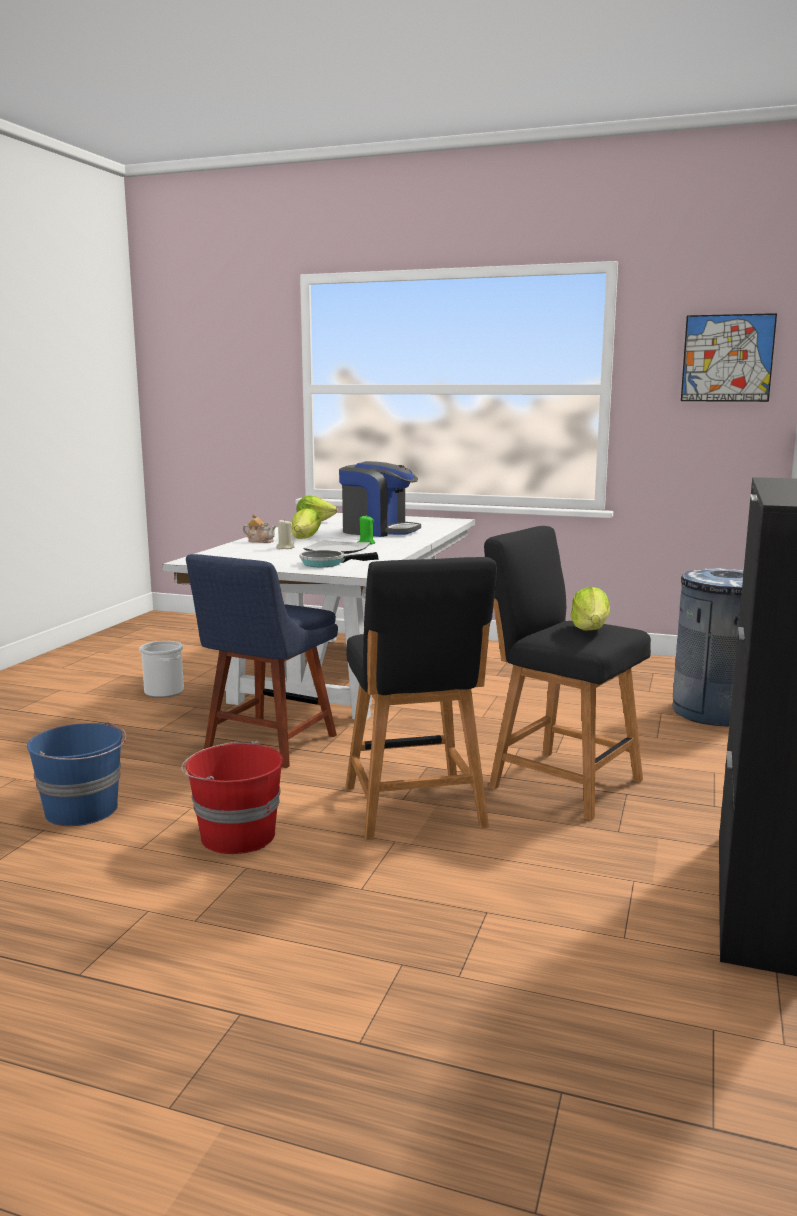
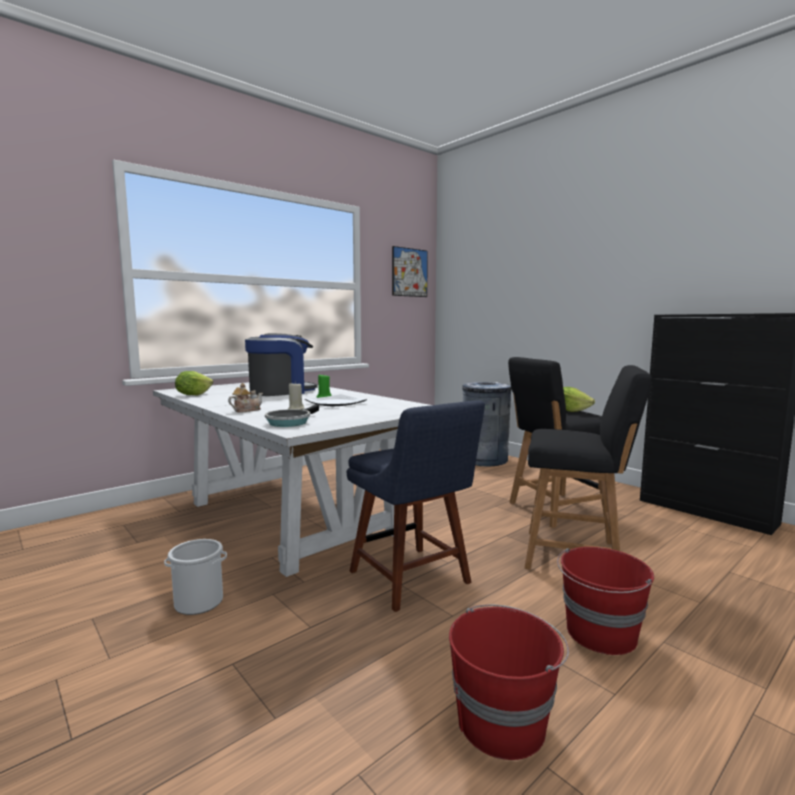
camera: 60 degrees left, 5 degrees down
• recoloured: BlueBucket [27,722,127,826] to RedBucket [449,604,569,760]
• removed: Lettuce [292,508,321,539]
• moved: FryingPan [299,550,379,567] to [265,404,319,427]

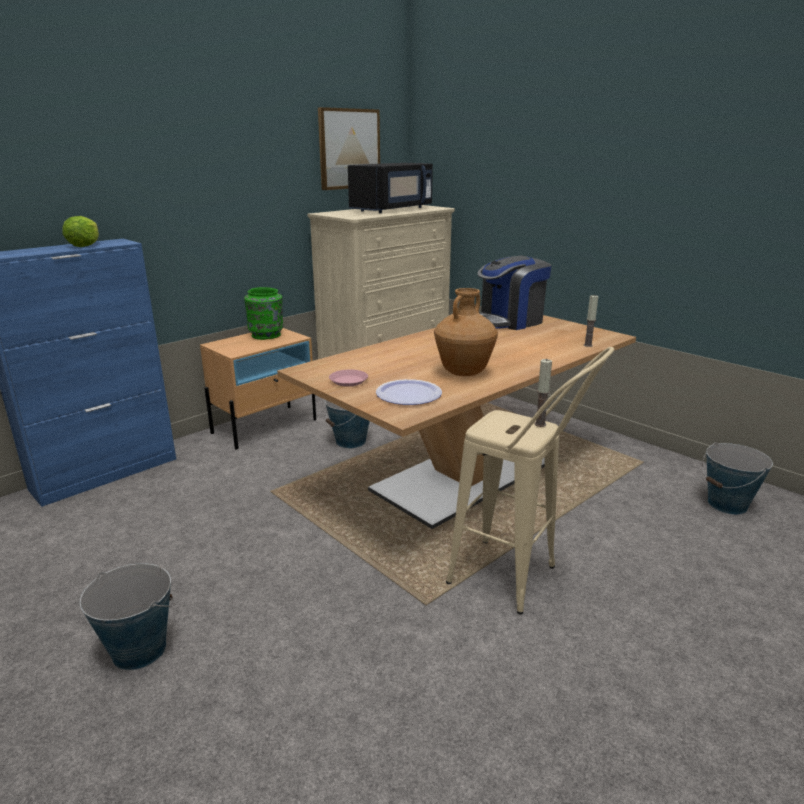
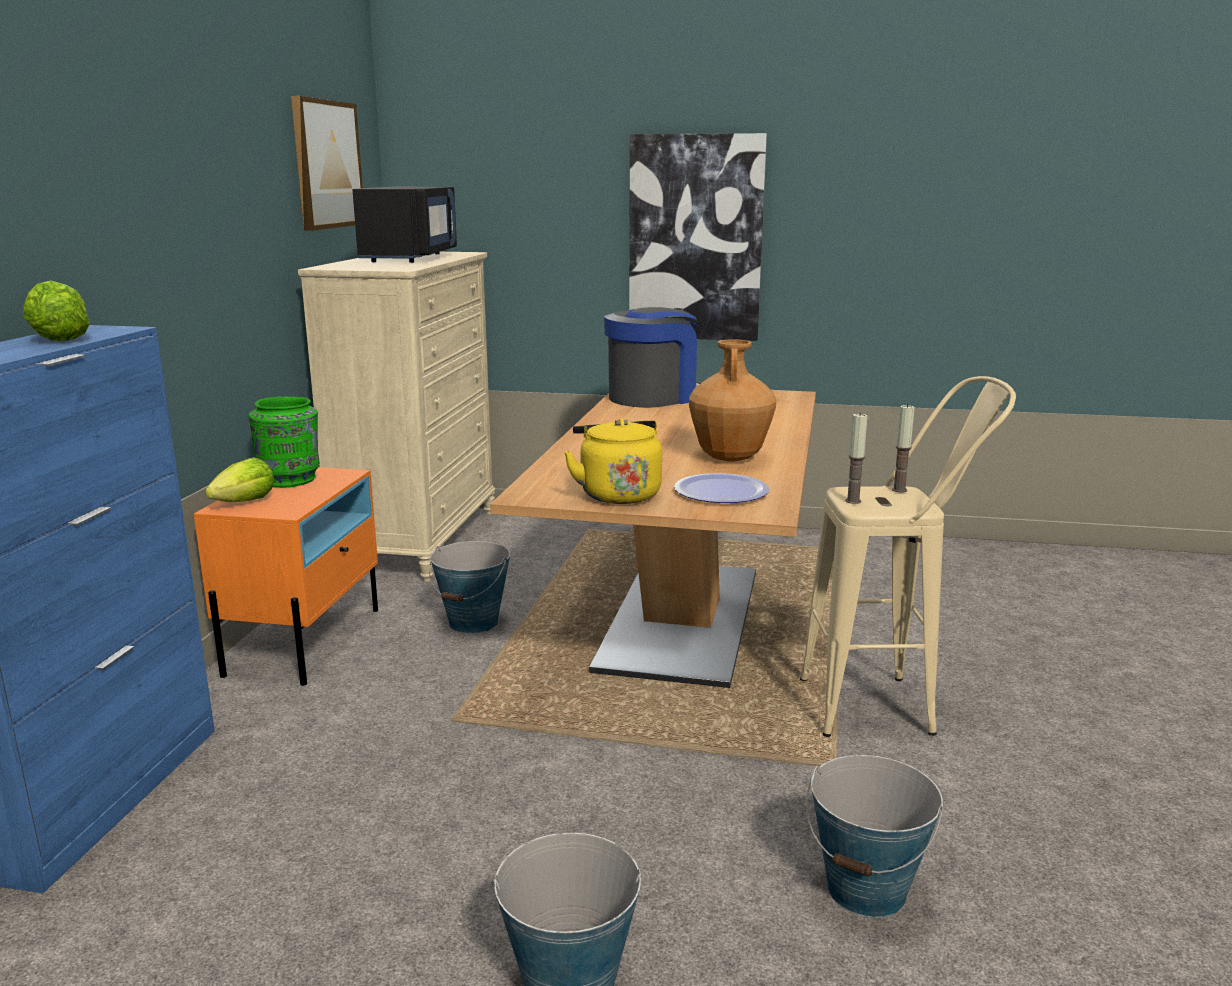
camera: 35 degrees left, 5 degrees down
• recoloured: BeigeNightstand [200,328,316,449] to OrangeNightstand [194,467,378,686]
• replaced: PinkPlate [329,370,368,386] to YellowKettle [564,418,662,504]
• turned: CoffeeMachine [477,256,552,330] = [604,307,704,408] 150 degrees counterclockwise
• moved: Candle [584,294,598,347] to [845,412,868,504]
• moved: Bucket [702,442,773,515] to [806,755,943,918]
• added: Lettuce [205,457,274,502]
• added: Picture [629,133,767,341]

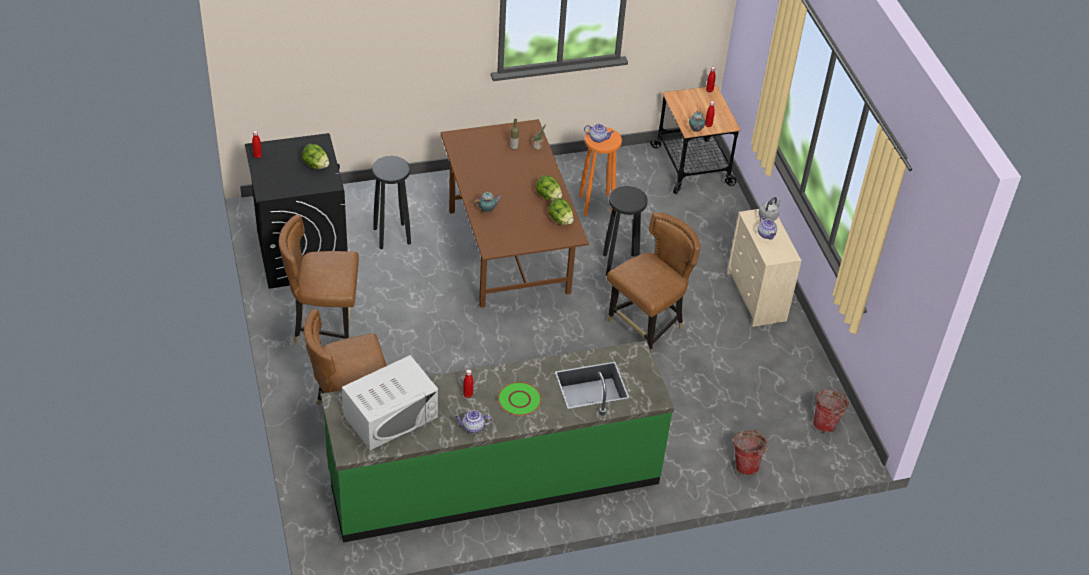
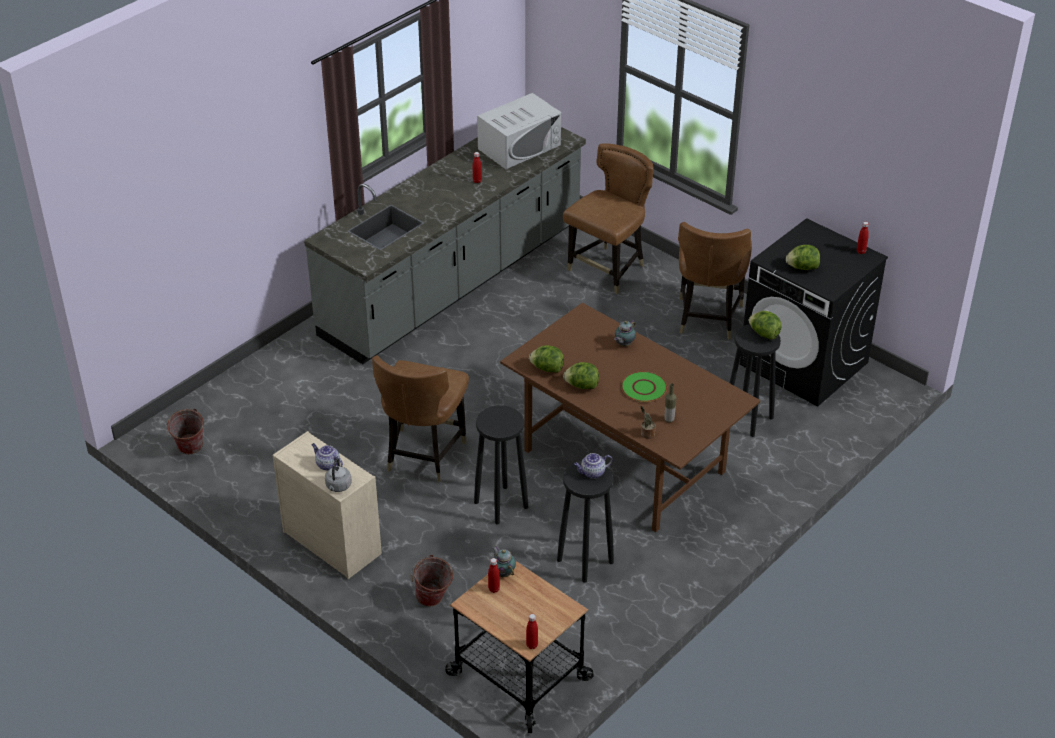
camera: 150 degrees right, 5 degrees down
• turned: BrownChair [279,215,359,344] = [678,222,752,340] 135 degrees clockwise
• recoloured: GreenCounter [321,340,674,543] to GreyCounter [304,127,586,364]
• turned: WhiteMicrowave [342,355,438,450] = [477,93,561,169] 150 degrees counterclockwise
• removed: Teapot [455,410,492,433]
• moved: GreenPlate [498,382,542,416] to [621,371,667,402]
• recoloured: OrangeStool [579,127,622,216] to BlackStool [557,461,614,583]
• moved: Bucket [733,430,769,475] to [411,555,453,607]
• added: Lettuce [748,311,781,340]

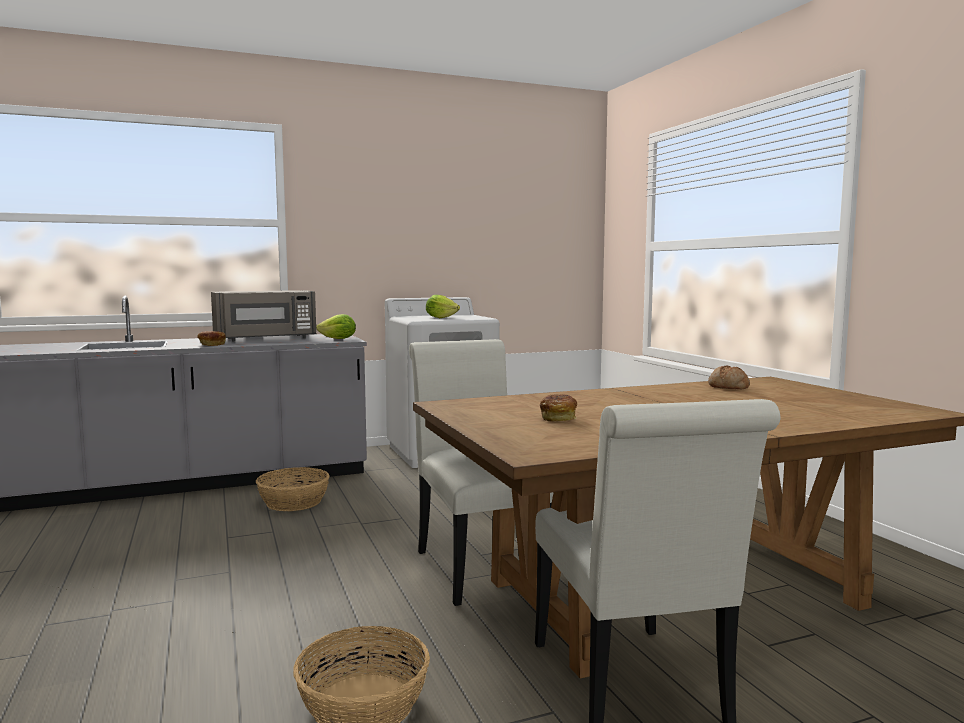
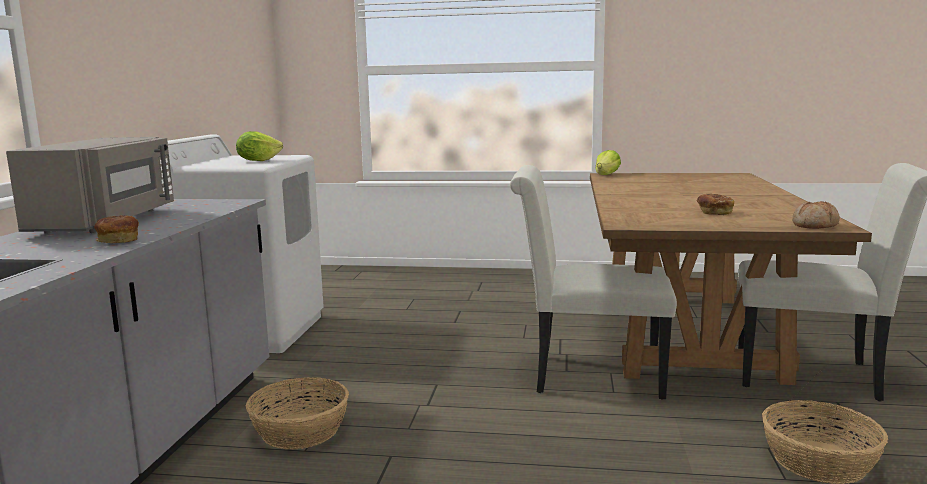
camera: 60 degrees left, 5 degrees up
• moved: Lettuce [316,314,356,339] to [596,150,621,175]
• moved: Bread [708,365,750,389] to [792,201,840,229]

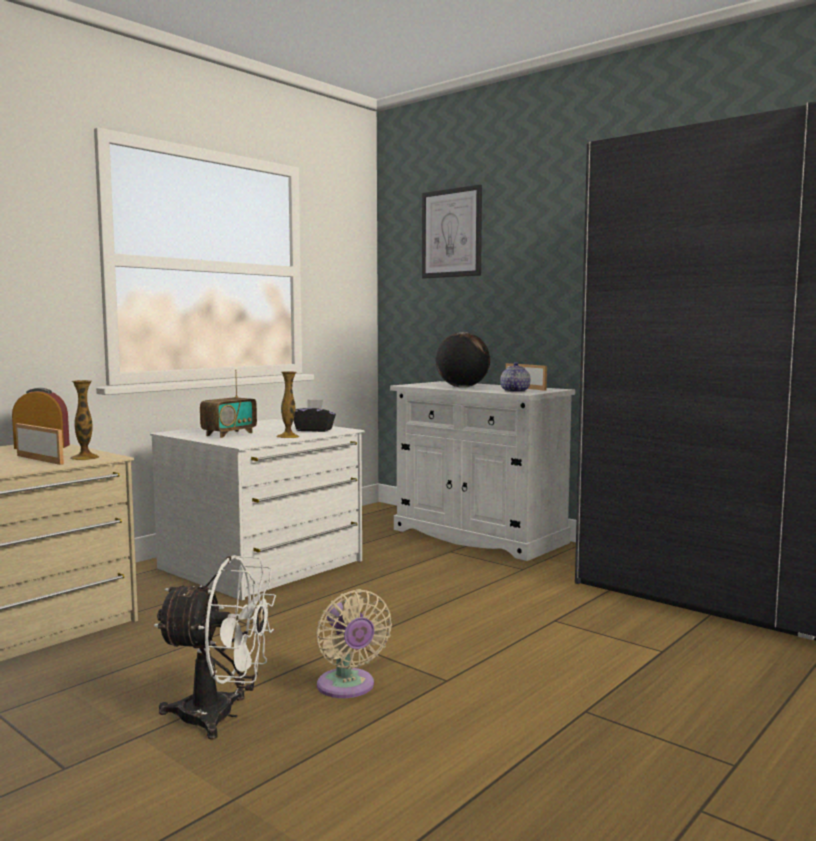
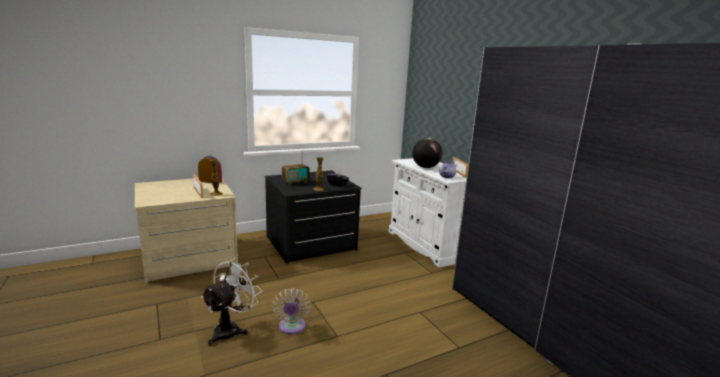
camera: 20 degrees right, 10 degrees up
• recoloured: WhiteDresser [150,419,365,600] to BlackDresser [264,170,362,264]
• turned: WhiteFan [154,555,276,740] = [201,258,262,346] 90 degrees counterclockwise
• removed: Picture [422,185,482,278]

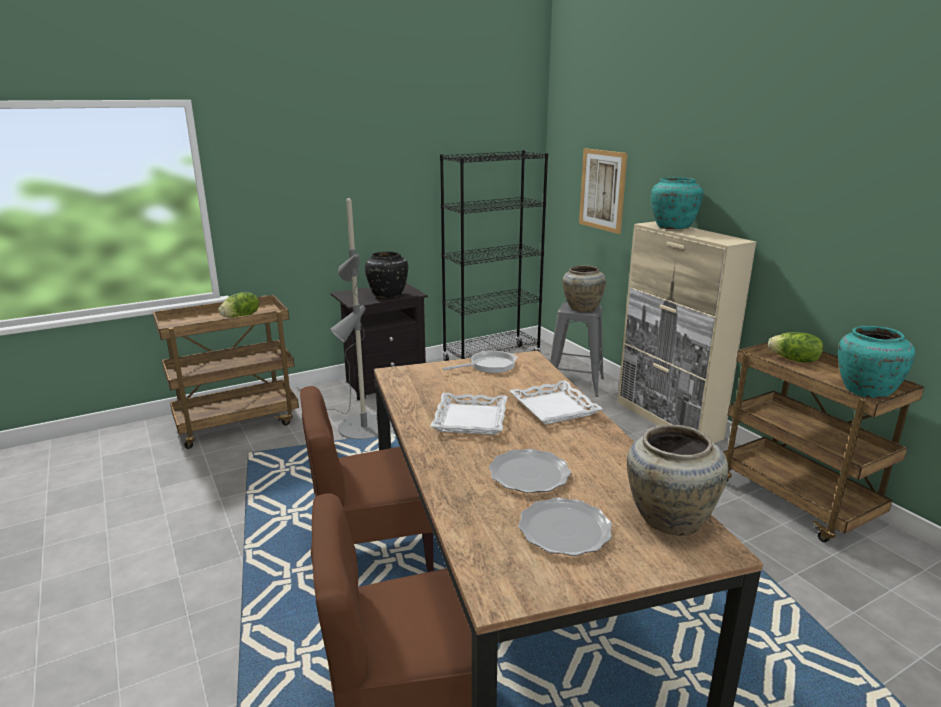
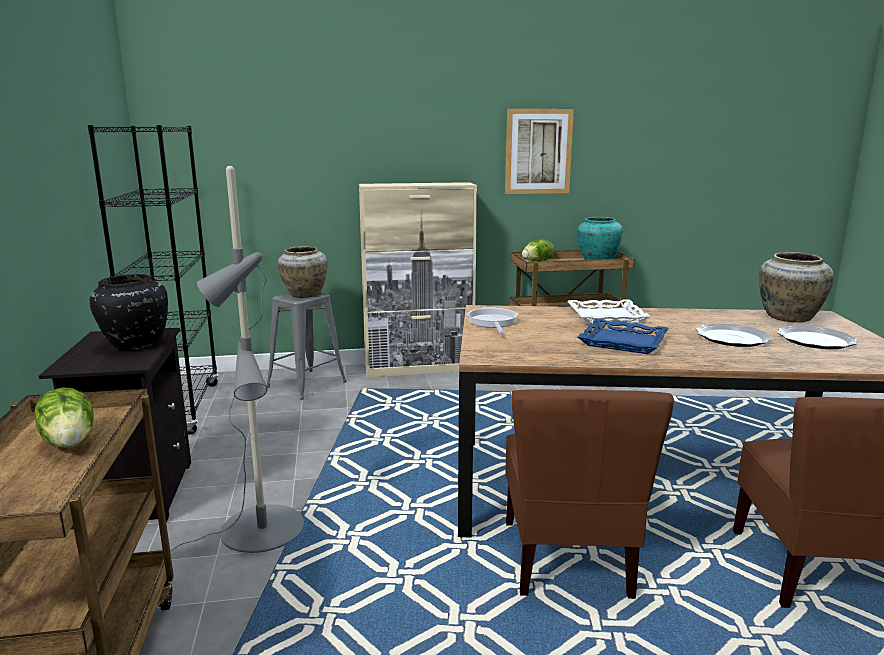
camera: 70 degrees left, 5 degrees down
• recoloured: WhiteTray [430,393,508,435] to BlueTray [577,318,669,354]
• moved: Picture [579,148,628,234] to [505,109,574,194]
• removed: TurquoiseVase [651,177,703,229]

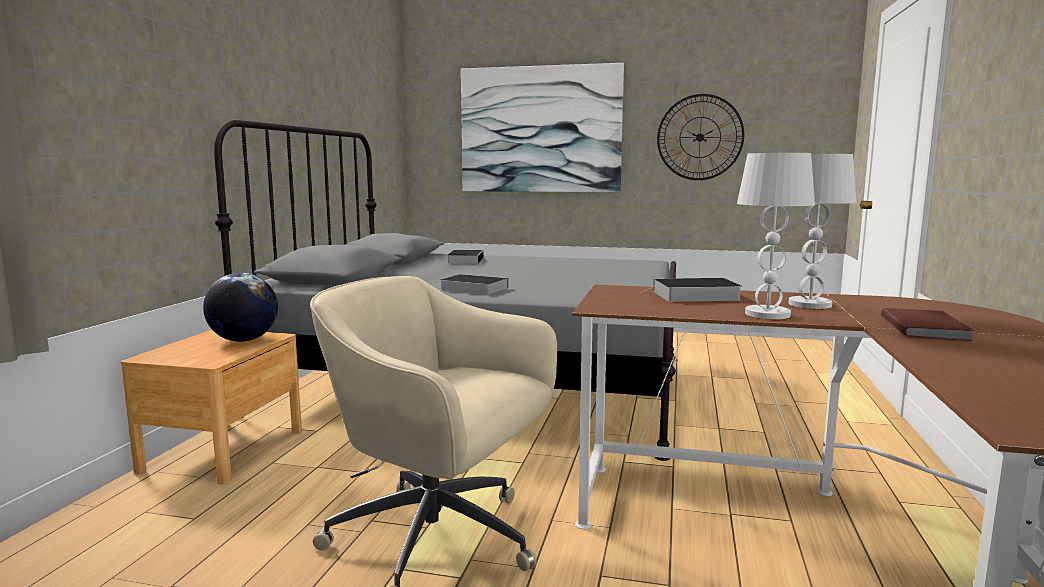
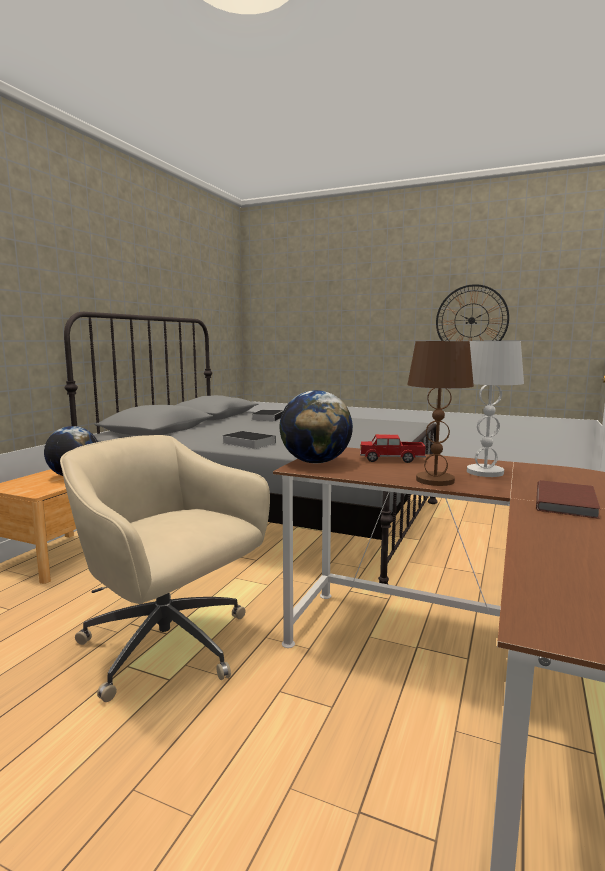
camera: 10 degrees right, 0 degrees up
• removed: Picture [461,63,624,192]
• replaced: Book [645,278,743,302] to ToyTruck [360,434,426,463]
• recoloured: WhiteTableLamp [737,153,815,319] to BrownTableLamp [407,340,474,486]
• added: Globe [280,390,353,463]

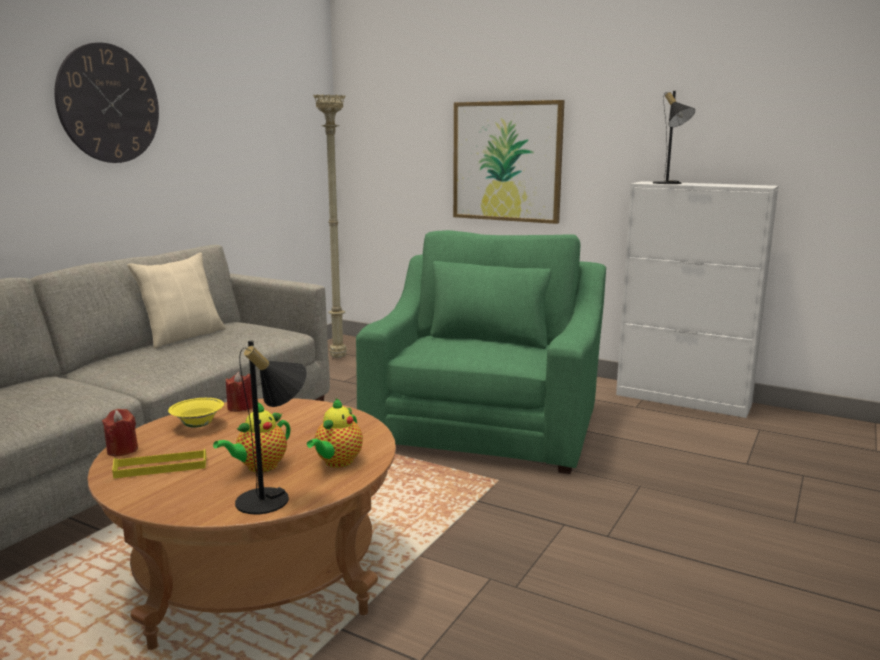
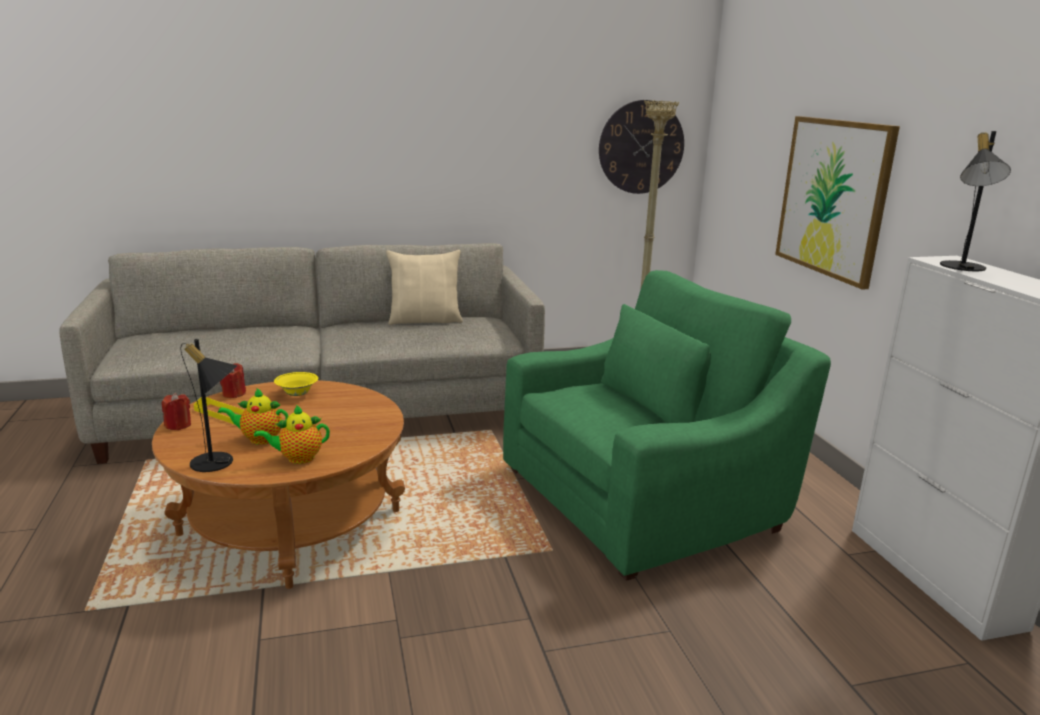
camera: 45 degrees right, 5 degrees up
• moved: WallClock [54,42,159,163] to [599,100,684,194]
• moved: RedCandle [226,372,253,412] to [162,393,191,430]

